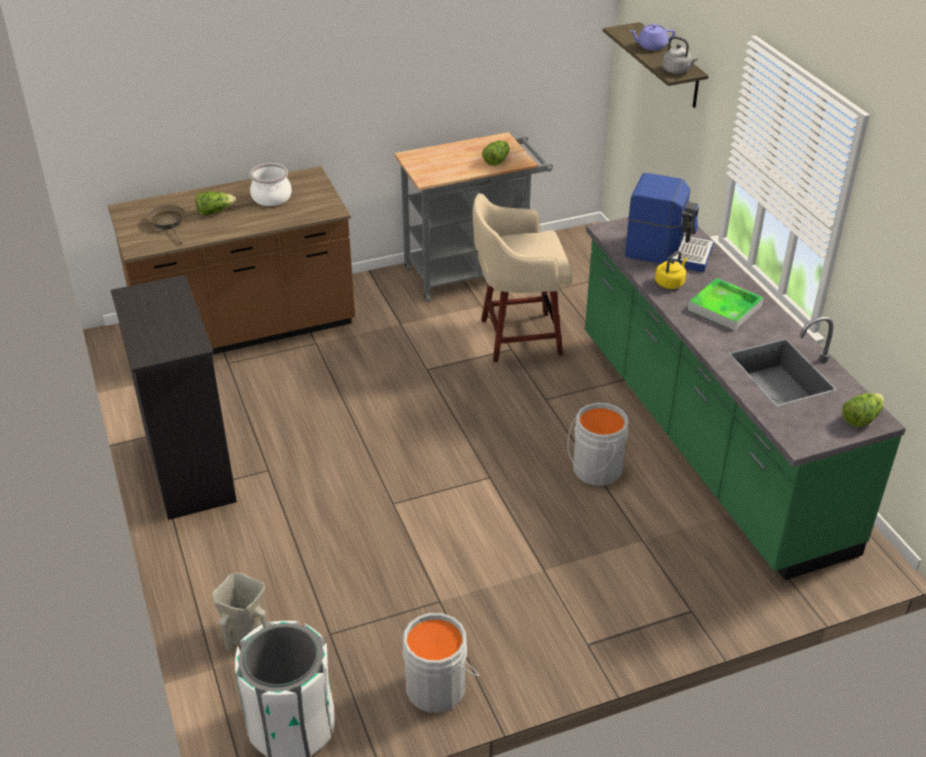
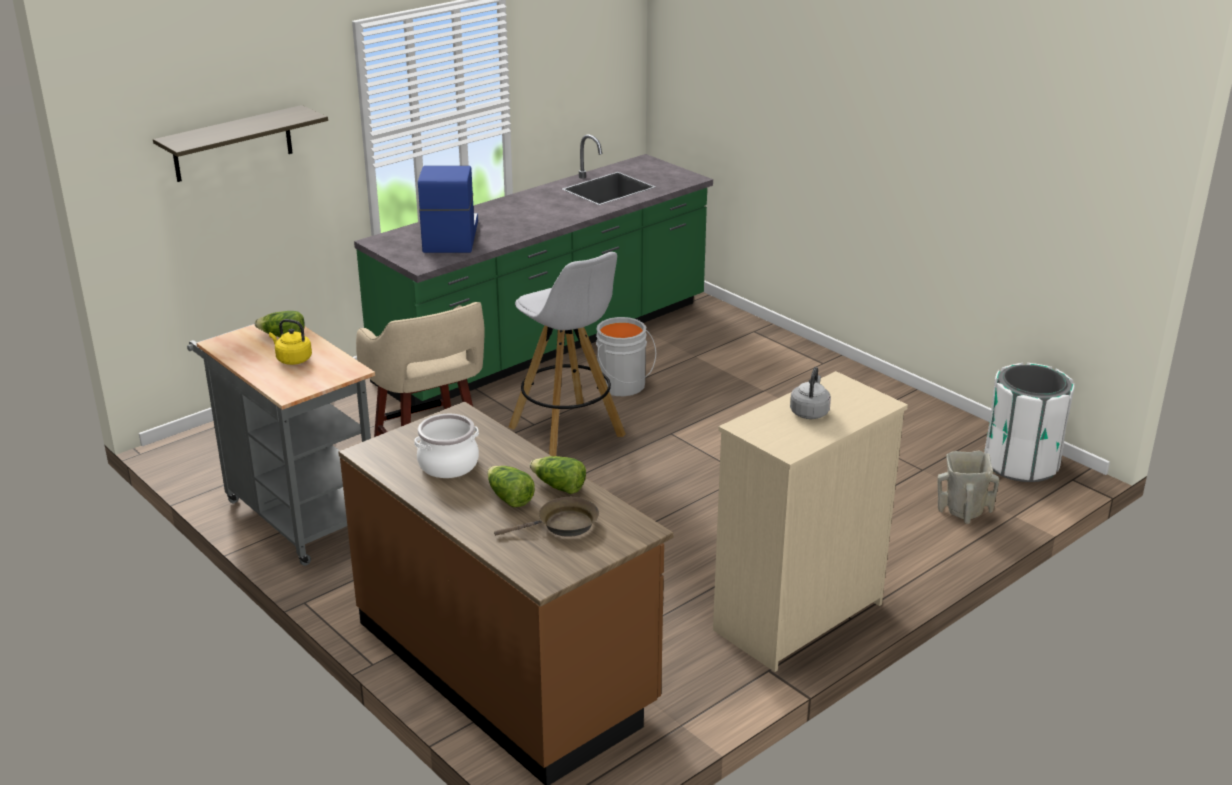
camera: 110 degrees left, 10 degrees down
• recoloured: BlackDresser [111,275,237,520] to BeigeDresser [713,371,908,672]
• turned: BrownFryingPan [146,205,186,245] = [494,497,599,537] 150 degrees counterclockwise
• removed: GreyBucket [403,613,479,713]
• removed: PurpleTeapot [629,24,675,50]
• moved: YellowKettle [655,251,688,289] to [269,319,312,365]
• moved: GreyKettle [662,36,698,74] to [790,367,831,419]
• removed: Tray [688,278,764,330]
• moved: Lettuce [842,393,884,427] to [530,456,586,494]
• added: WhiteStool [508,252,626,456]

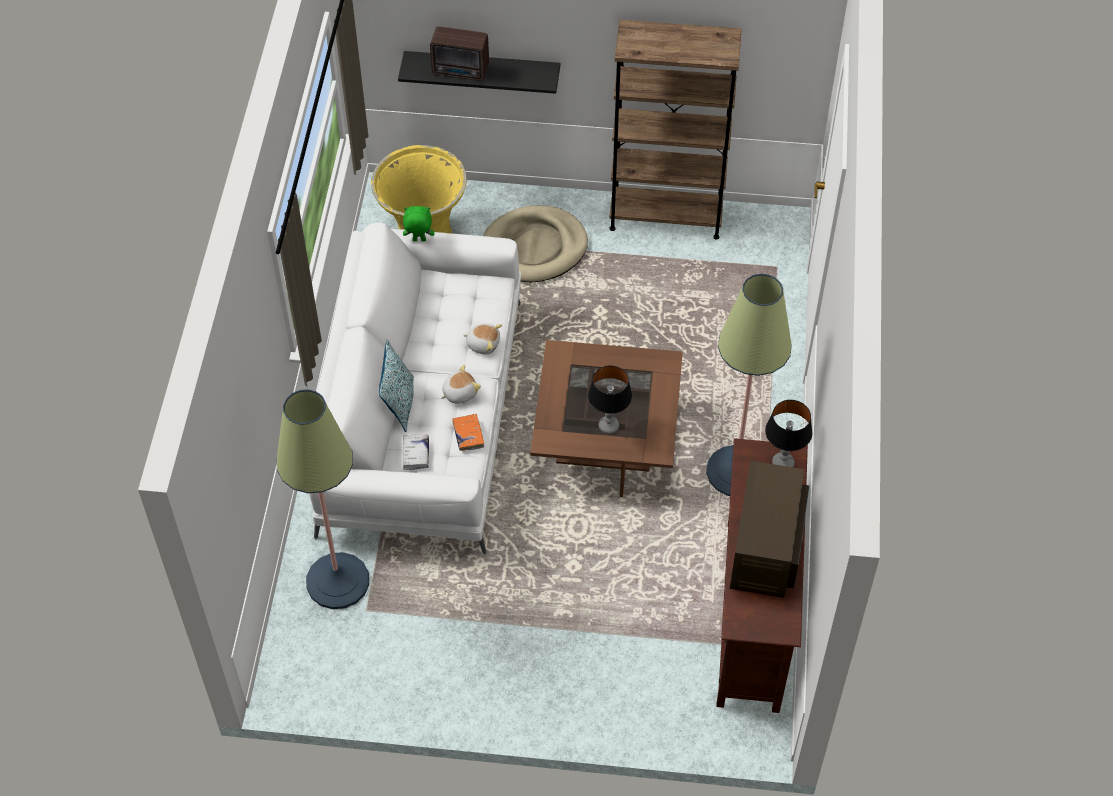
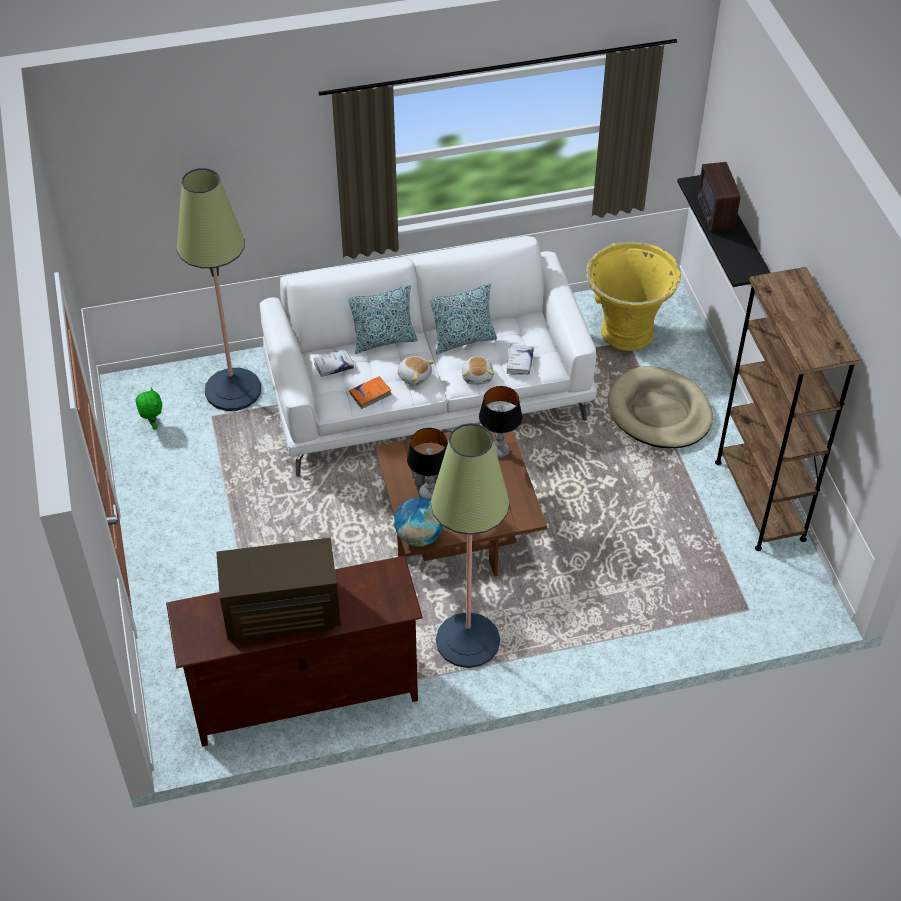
camera: 70 degrees right, 5 degrees down
• moved: GreenPlushToy [403,206,434,241] to [136,388,162,430]
• moved: TableLamp [765,400,813,467] to [479,386,523,458]
• added: Globe [394,497,443,547]
• added: Pillow [430,284,497,354]
• added: WhiteBook [506,345,534,375]

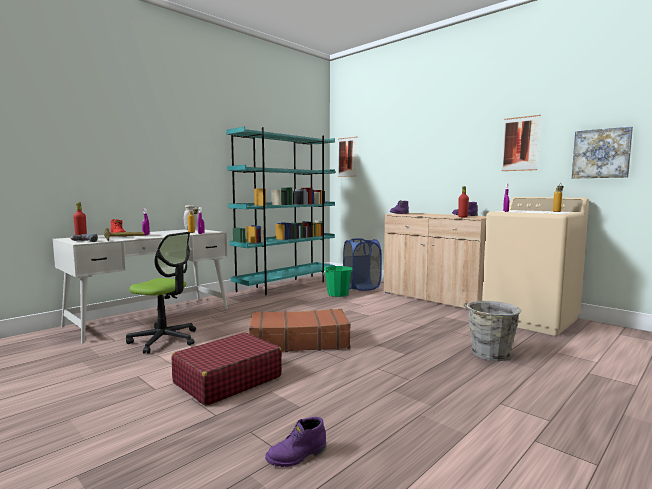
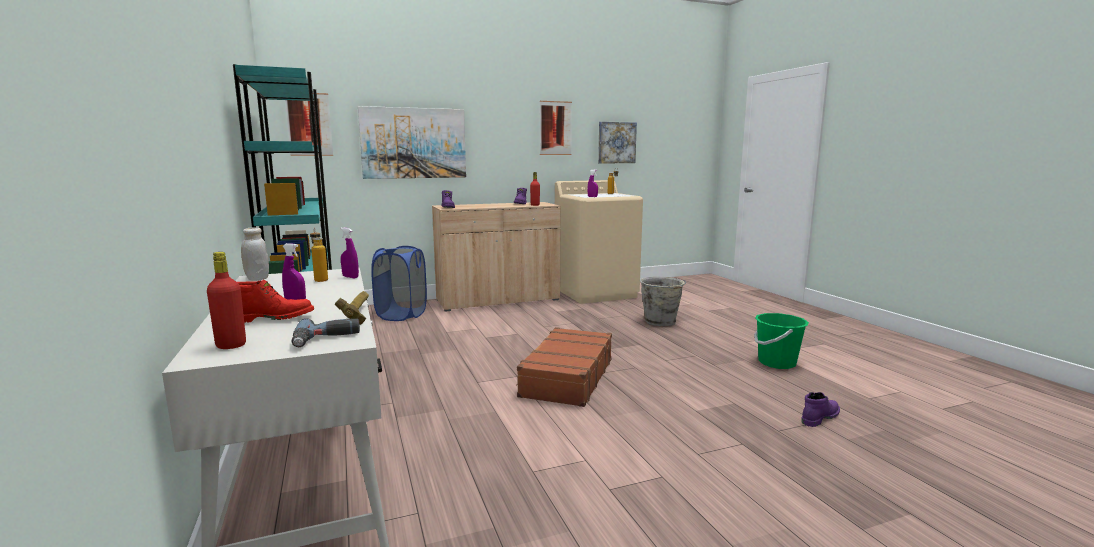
camera: 65 degrees left, 5 degrees up
• removed: OfficeChair [126,232,196,354]
• removed: RedSuitcase [172,332,282,406]
• turned: PurpleBoot [265,417,326,467] = [801,392,840,427] 120 degrees counterclockwise
• moved: GreenBucket [323,266,353,297] to [754,313,809,369]
• added: Picture [358,106,466,179]

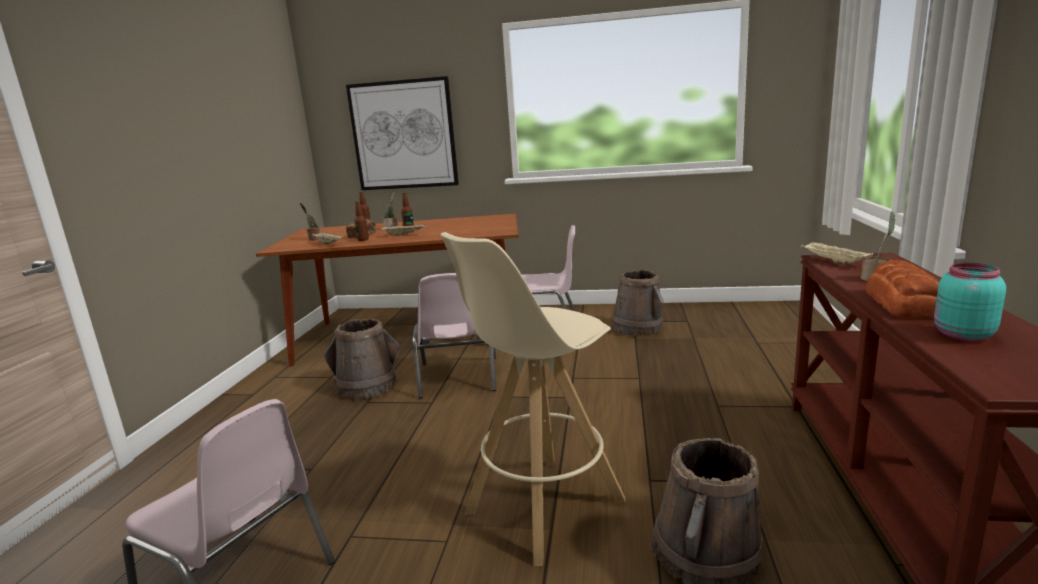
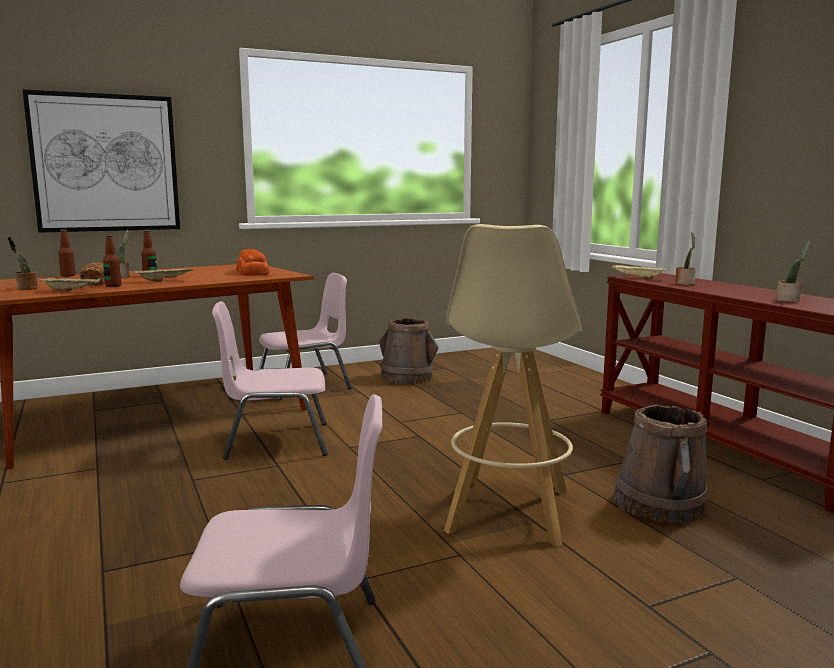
camera: 35 degrees left, 5 degrees down
• removed: BrownBucket [324,319,399,399]
• turned: PinkChair [413,273,496,398] = [212,301,328,460] 120 degrees clockwise
• moved: Bread [865,260,939,319] to [236,249,270,276]
• replaced: TurquoiseJar [934,263,1006,341] to PottedPlant [776,241,810,302]

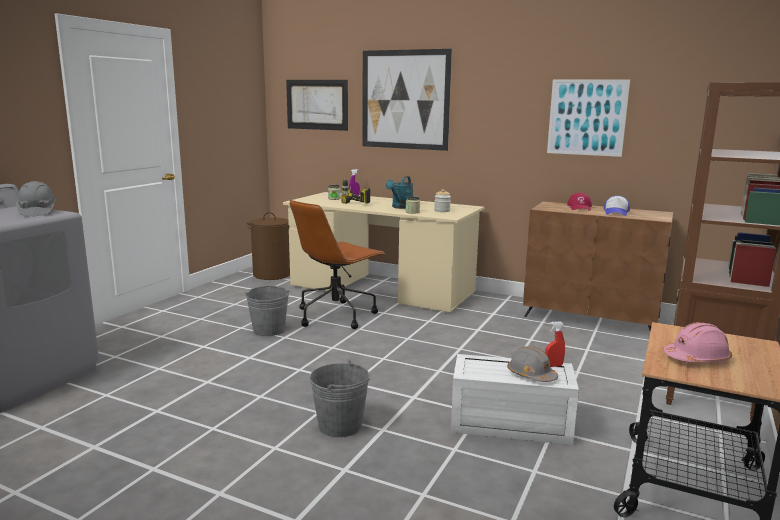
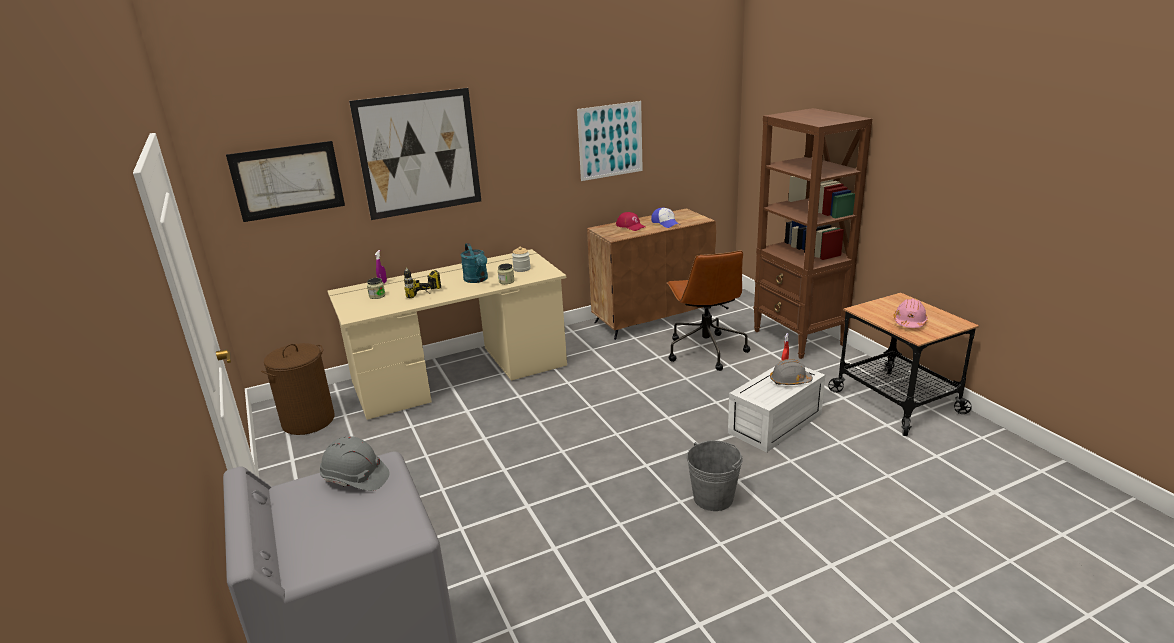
camera: 50 degrees left, 10 degrees up
• removed: GreyBucket [245,286,289,336]
• moved: BrownOfficeChair [290,200,386,329] to [667,250,750,371]

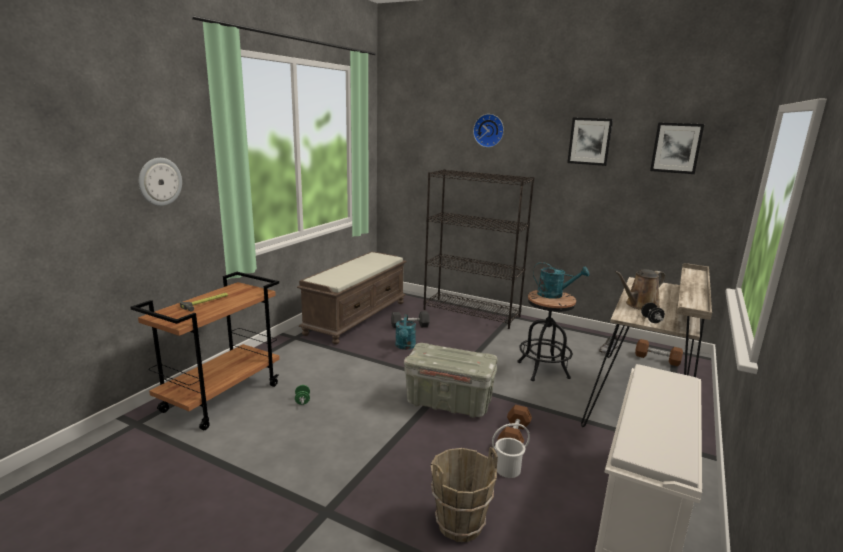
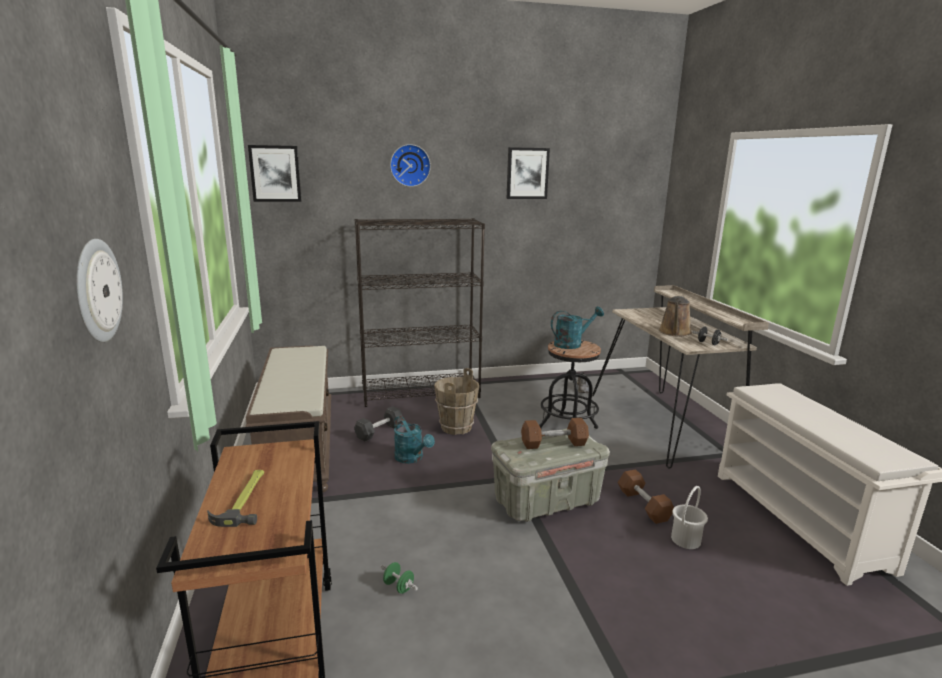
camera: 40 degrees left, 0 degrees up
• moved: BrownBucket [431,447,498,542] to [434,368,479,435]
• moved: BrownDumbbell [635,339,683,366] to [521,418,589,449]
• moved: Picture [650,122,704,174] to [248,145,302,202]

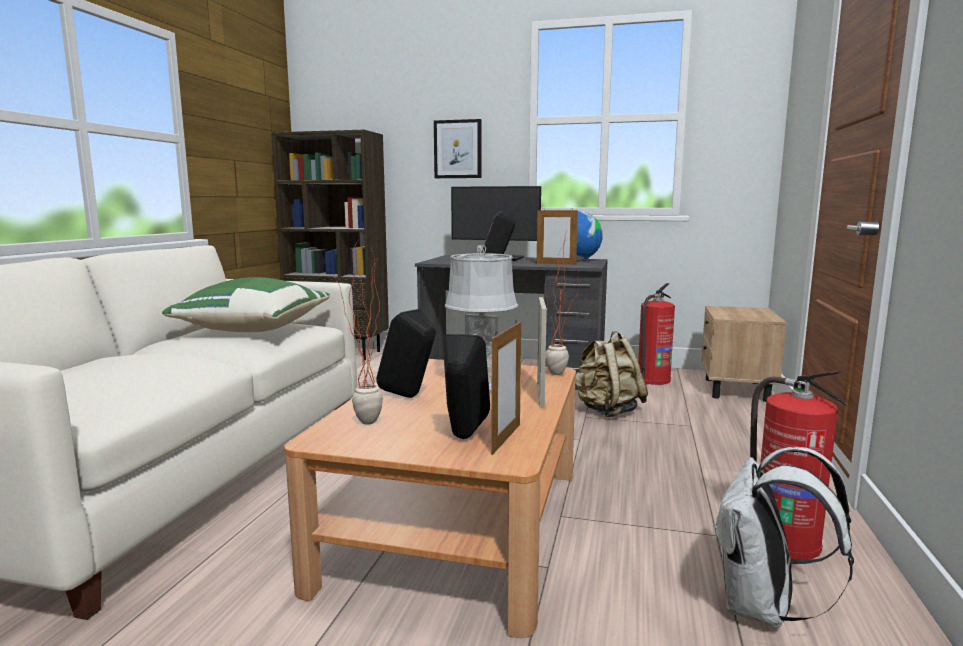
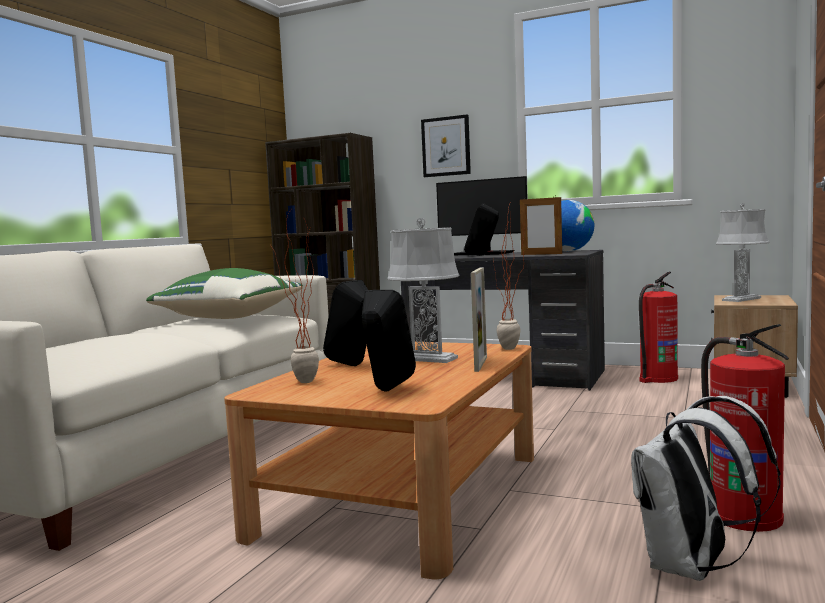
camera: 10 degrees right, 5 degrees down
• removed: PictureFrame [491,320,521,455]
• removed: BeigeBackpack [575,331,648,417]
• added: GreyTableLamp [716,203,769,302]

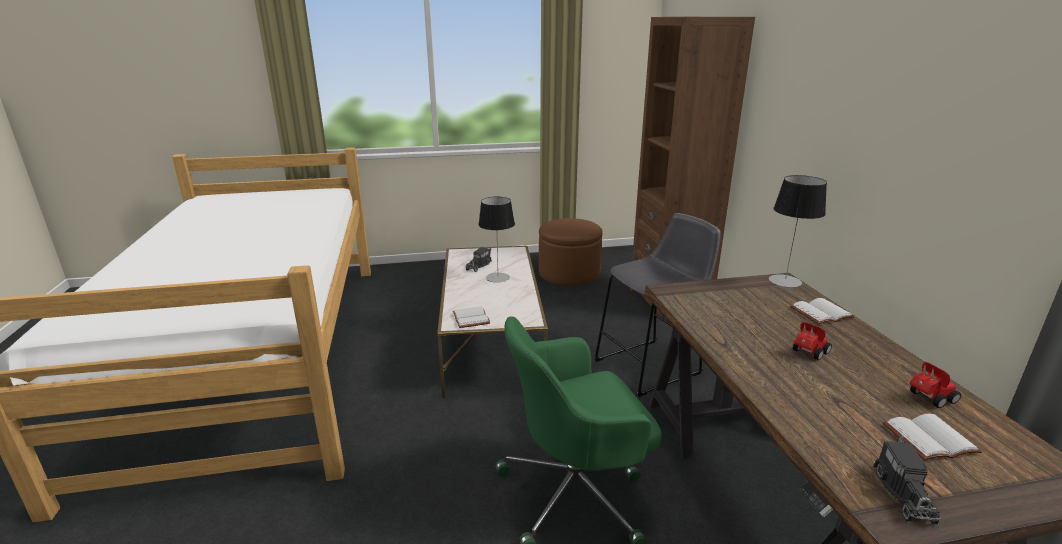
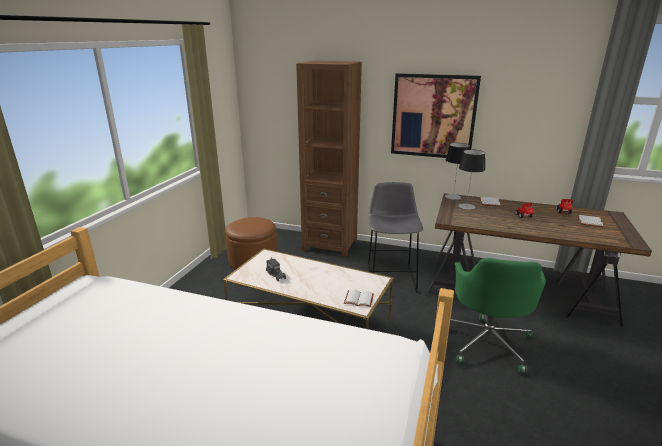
camera: 60 degrees left, 0 degrees up
• moved: TableLamp [478,197,515,283] to [458,149,485,210]
• removed: ToyTruck [873,436,940,524]
• added: Picture [391,73,481,158]

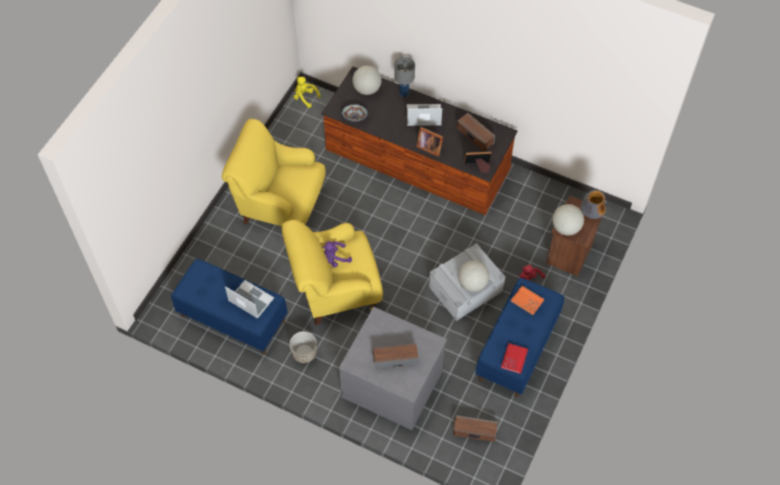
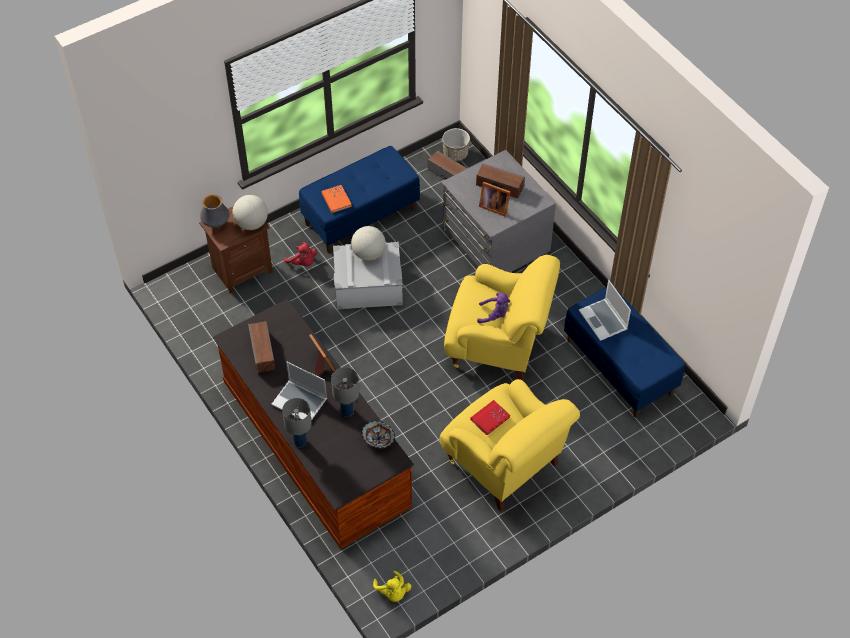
camera: 150 degrees left, 5 degrees down
• moved: Planter [289,331,317,363] to [442,128,470,161]
• removed: Globe [352,66,382,95]
• moved: PictureFrame [464,152,492,173] to [479,182,511,216]
• moved: RedBook [501,343,528,374] to [470,400,510,435]
• added: GreyTableLamp [331,367,359,417]

